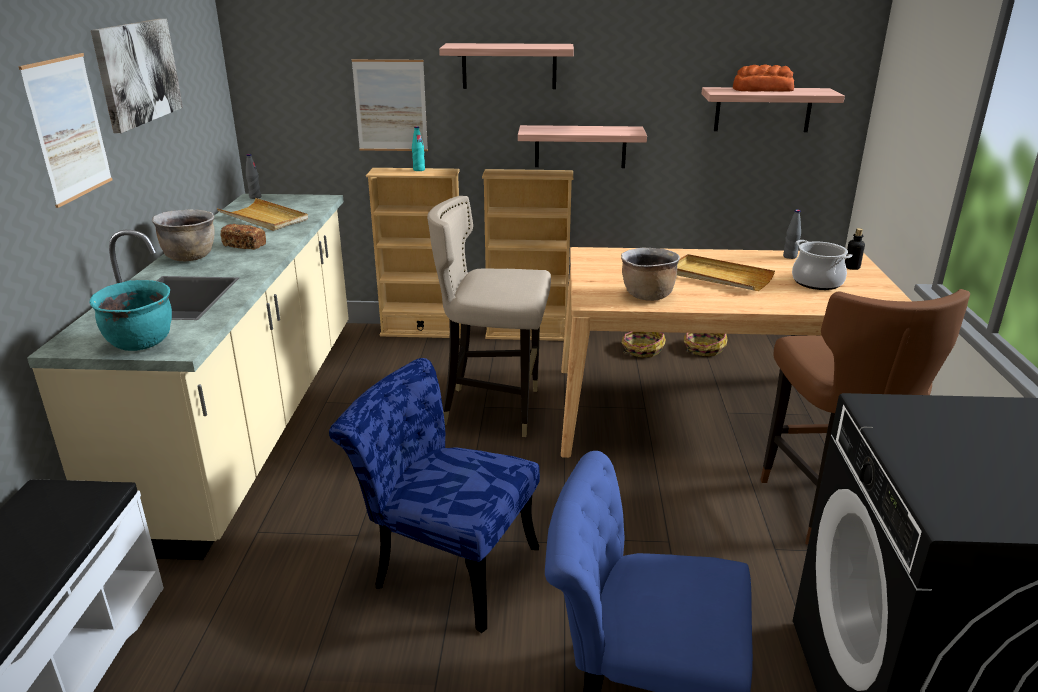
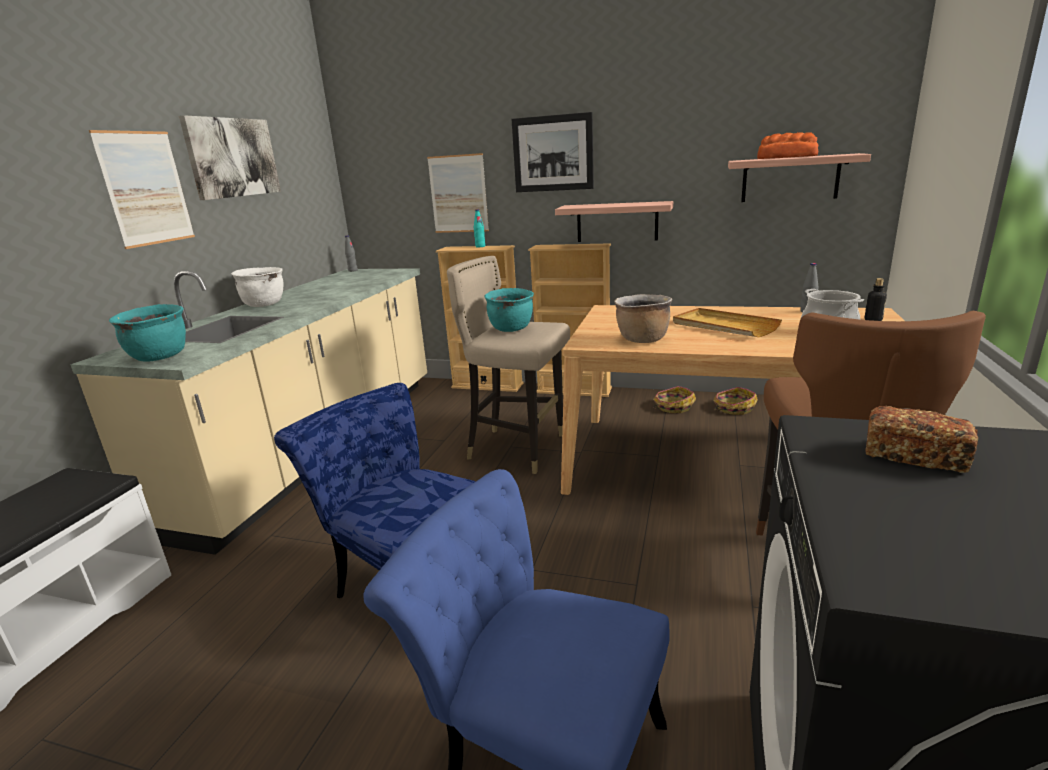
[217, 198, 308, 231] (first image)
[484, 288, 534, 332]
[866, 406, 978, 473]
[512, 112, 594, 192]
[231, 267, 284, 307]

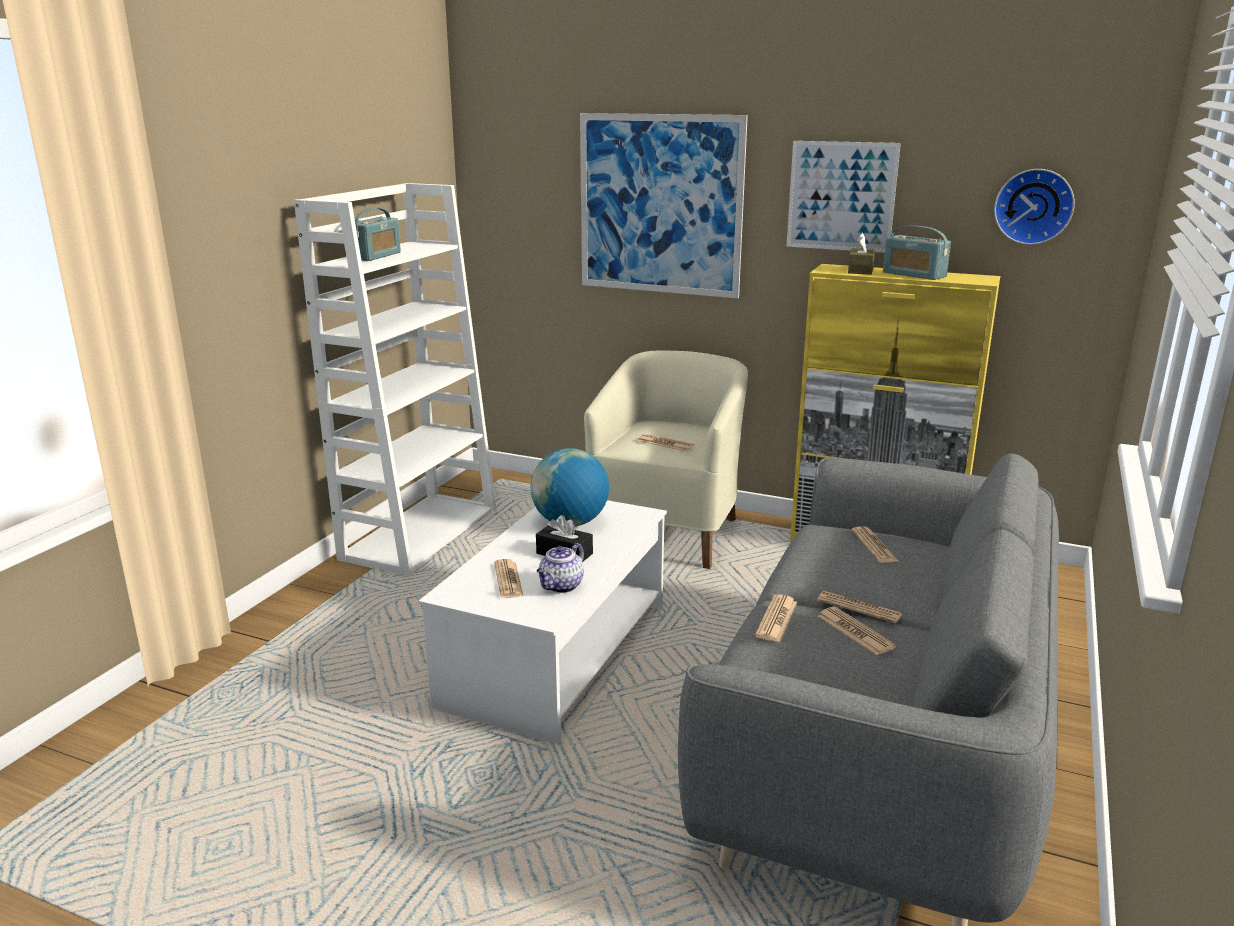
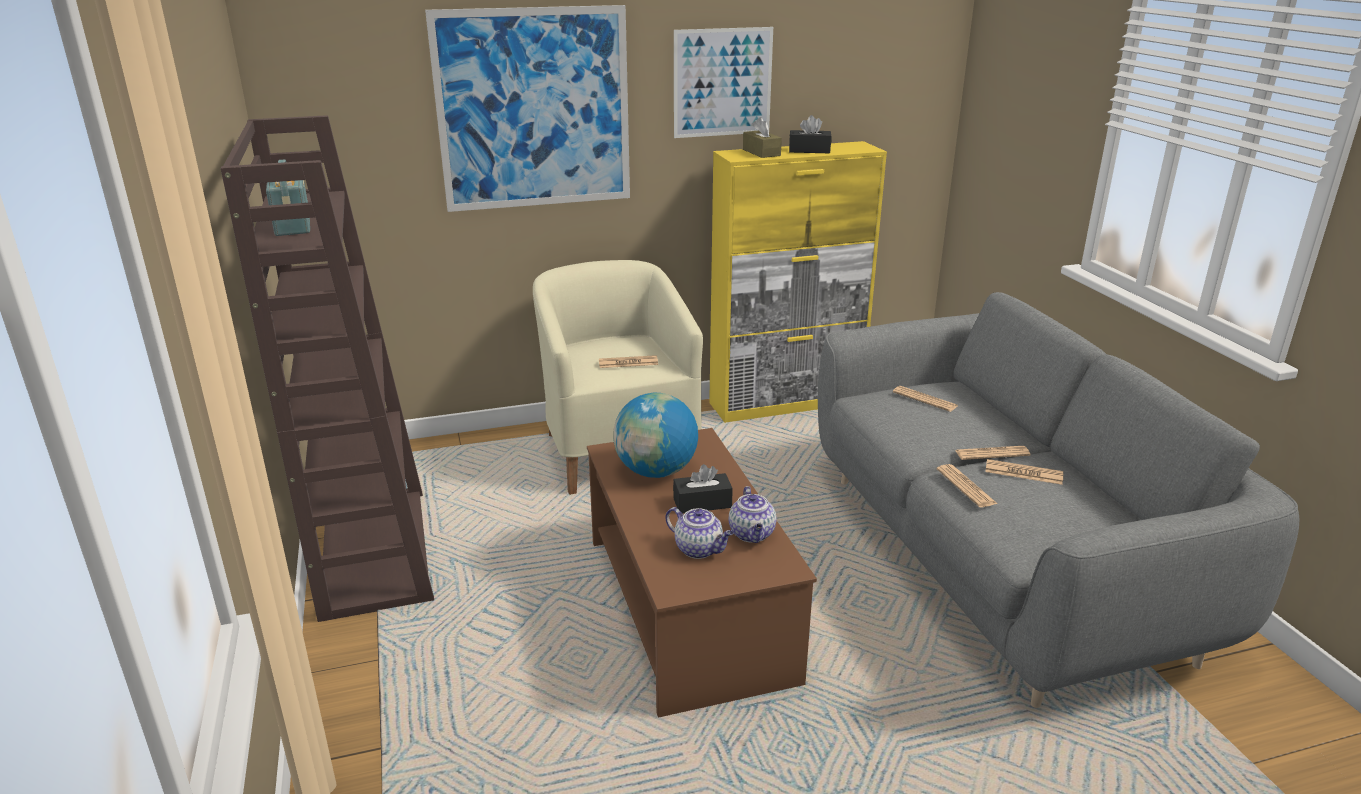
[994, 169, 1075, 245] (first image)
[666, 507, 734, 559]
[789, 115, 831, 153]
[221, 115, 434, 622]
[587, 428, 817, 718]

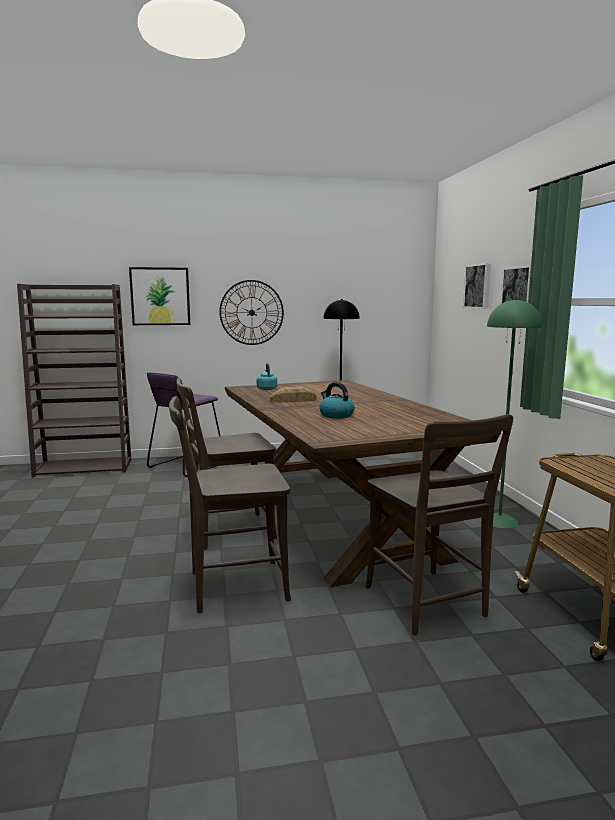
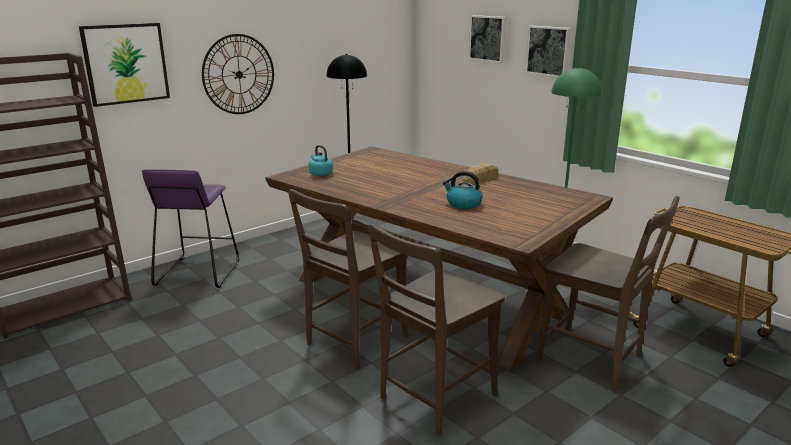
[463, 163, 498, 184]

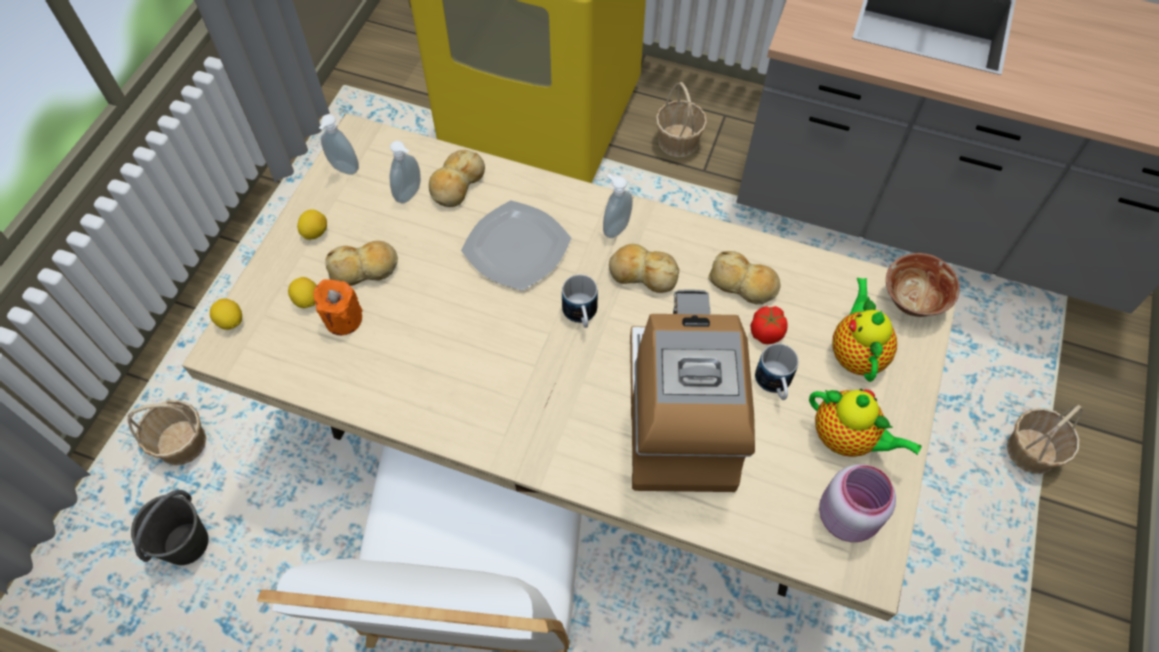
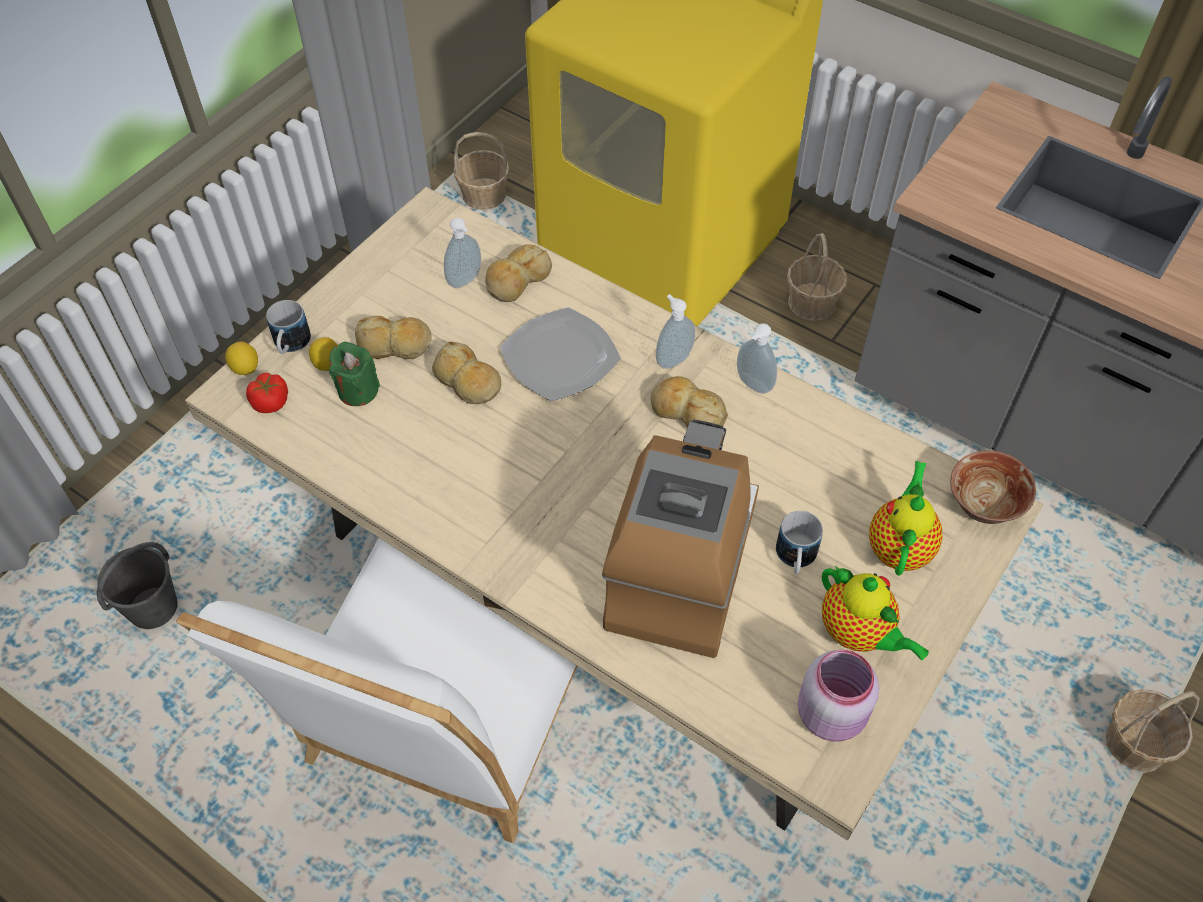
[297, 209, 327, 240] (first image)
[454, 132, 510, 210]
[737, 323, 777, 394]
[266, 300, 311, 354]
[432, 342, 501, 404]
[246, 373, 288, 413]
[329, 342, 380, 406]

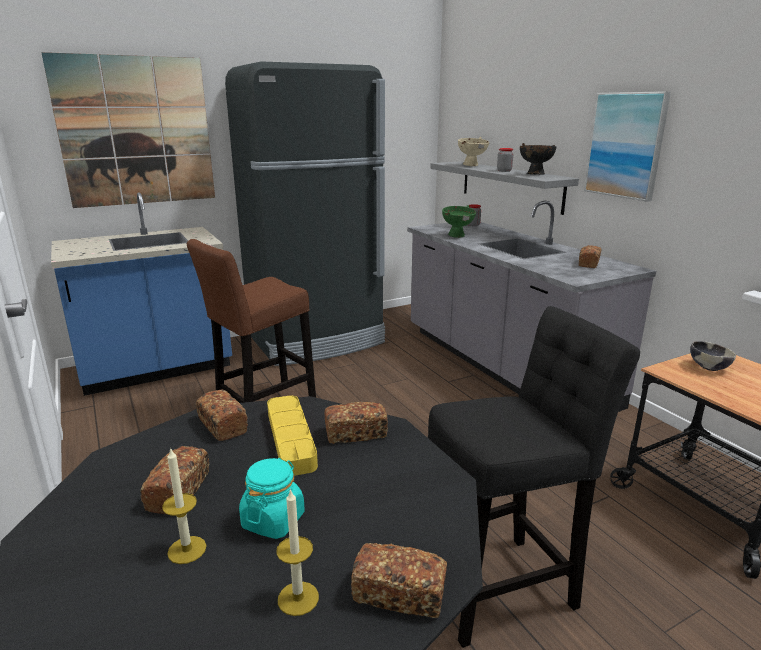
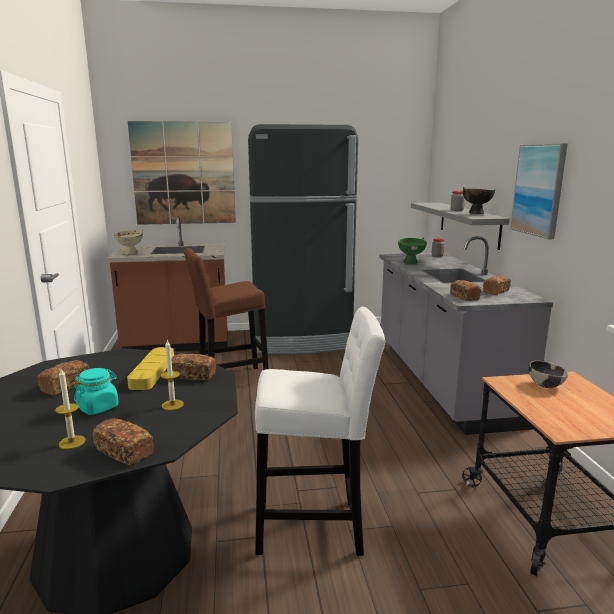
[161, 340, 184, 410]
[450, 280, 481, 301]
[114, 230, 143, 255]
[107, 216, 228, 352]
[255, 307, 385, 556]

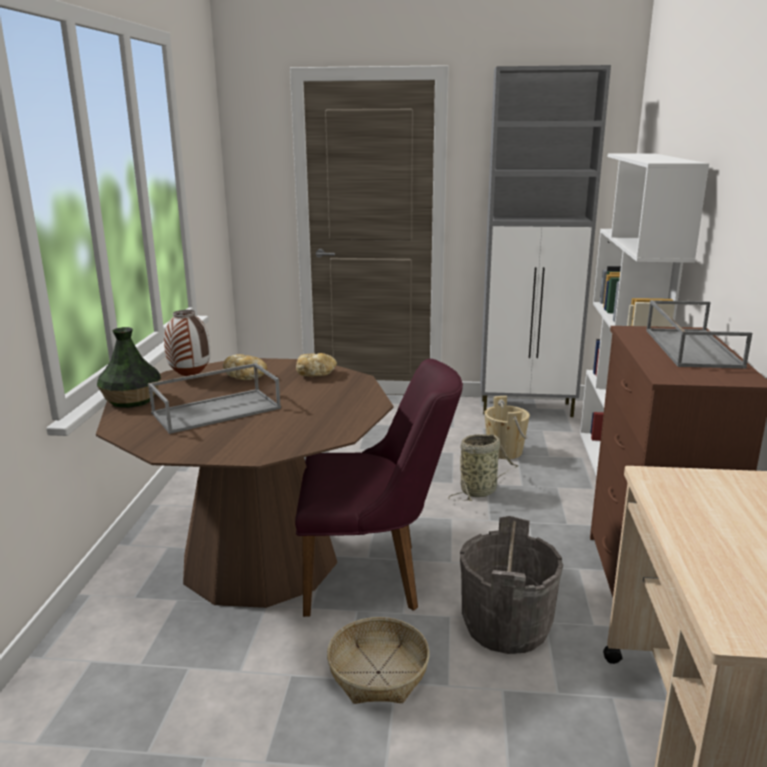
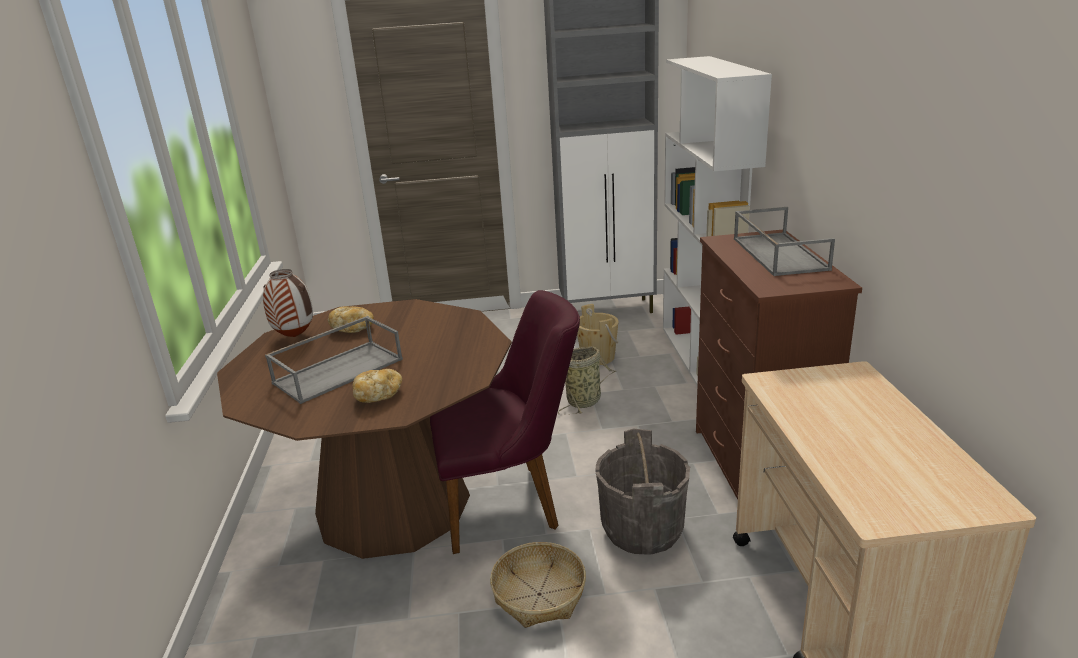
[97, 327, 161, 408] (first image)
[353, 369, 402, 403]

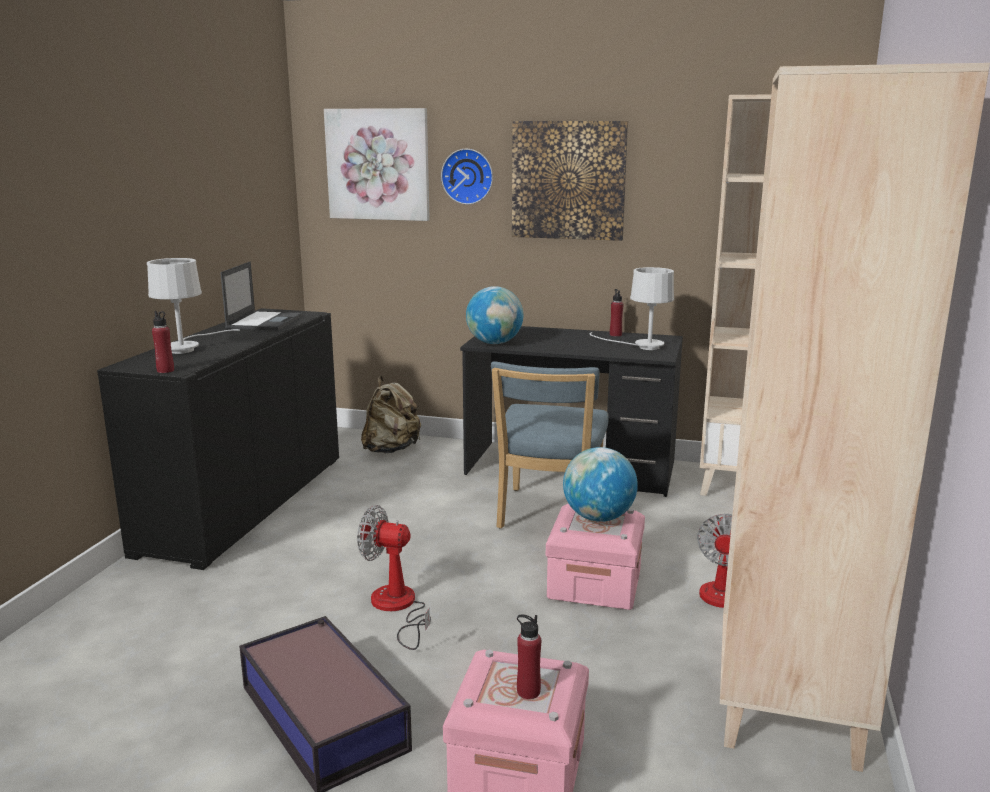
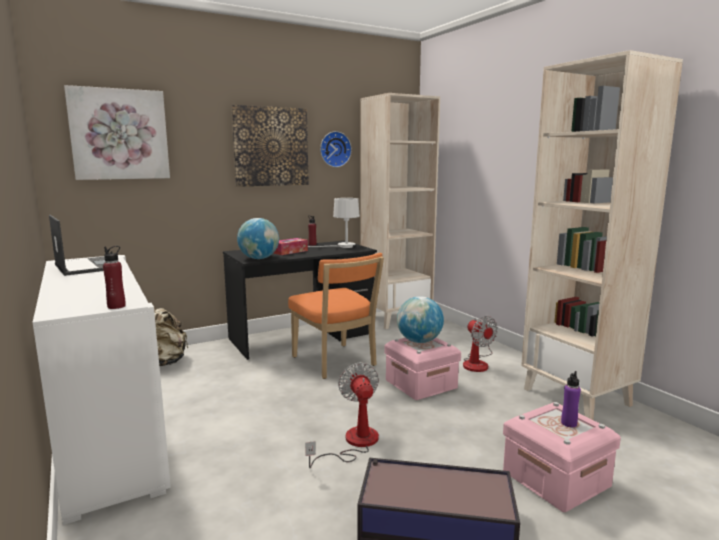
[147, 258, 240, 354] (first image)
[273, 238, 308, 255]
[320, 131, 352, 167]
[32, 255, 171, 525]
[288, 253, 384, 379]
[561, 371, 581, 427]
[305, 362, 379, 468]

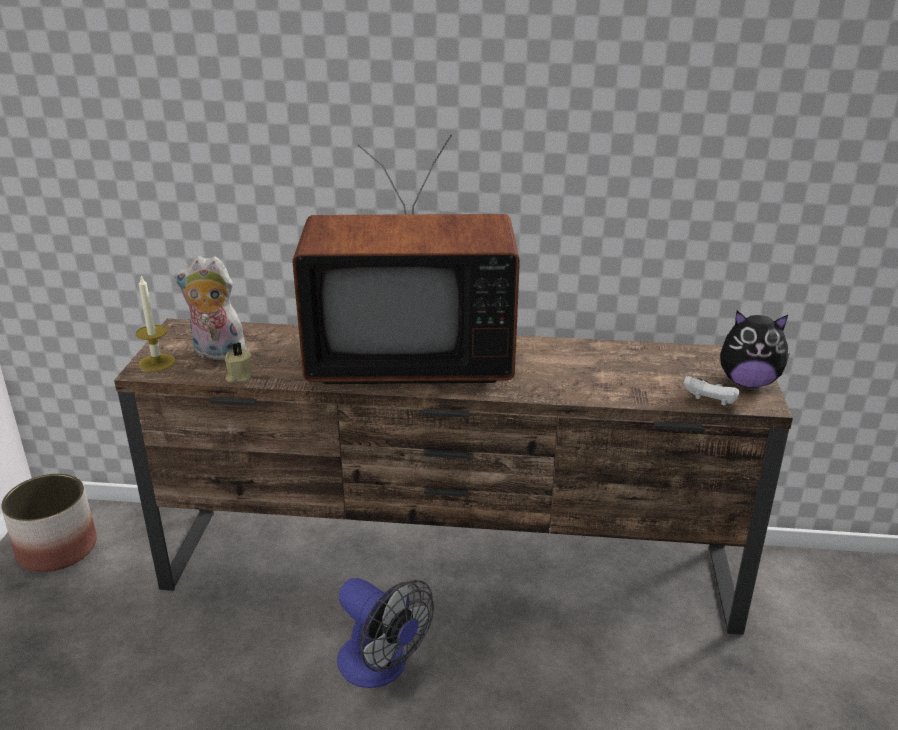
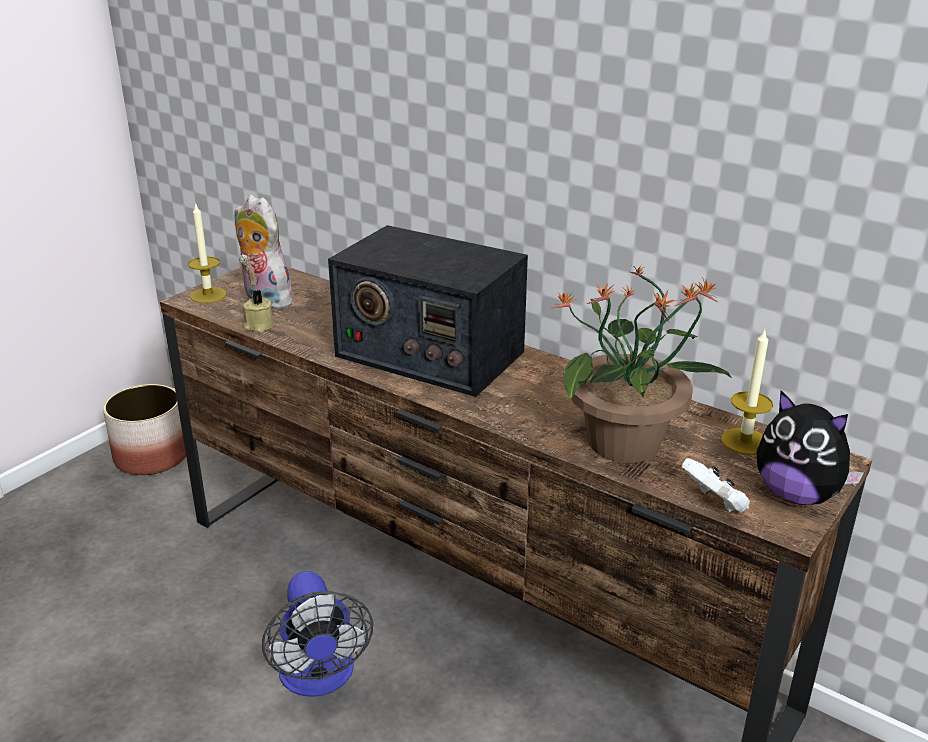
[551, 266, 732, 463]
[721, 329, 773, 455]
[328, 225, 528, 397]

